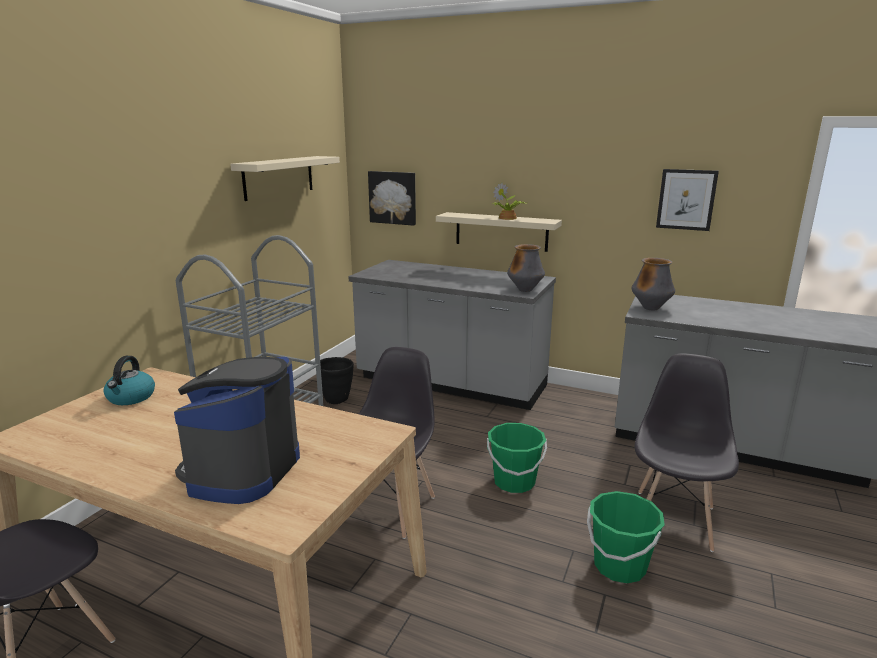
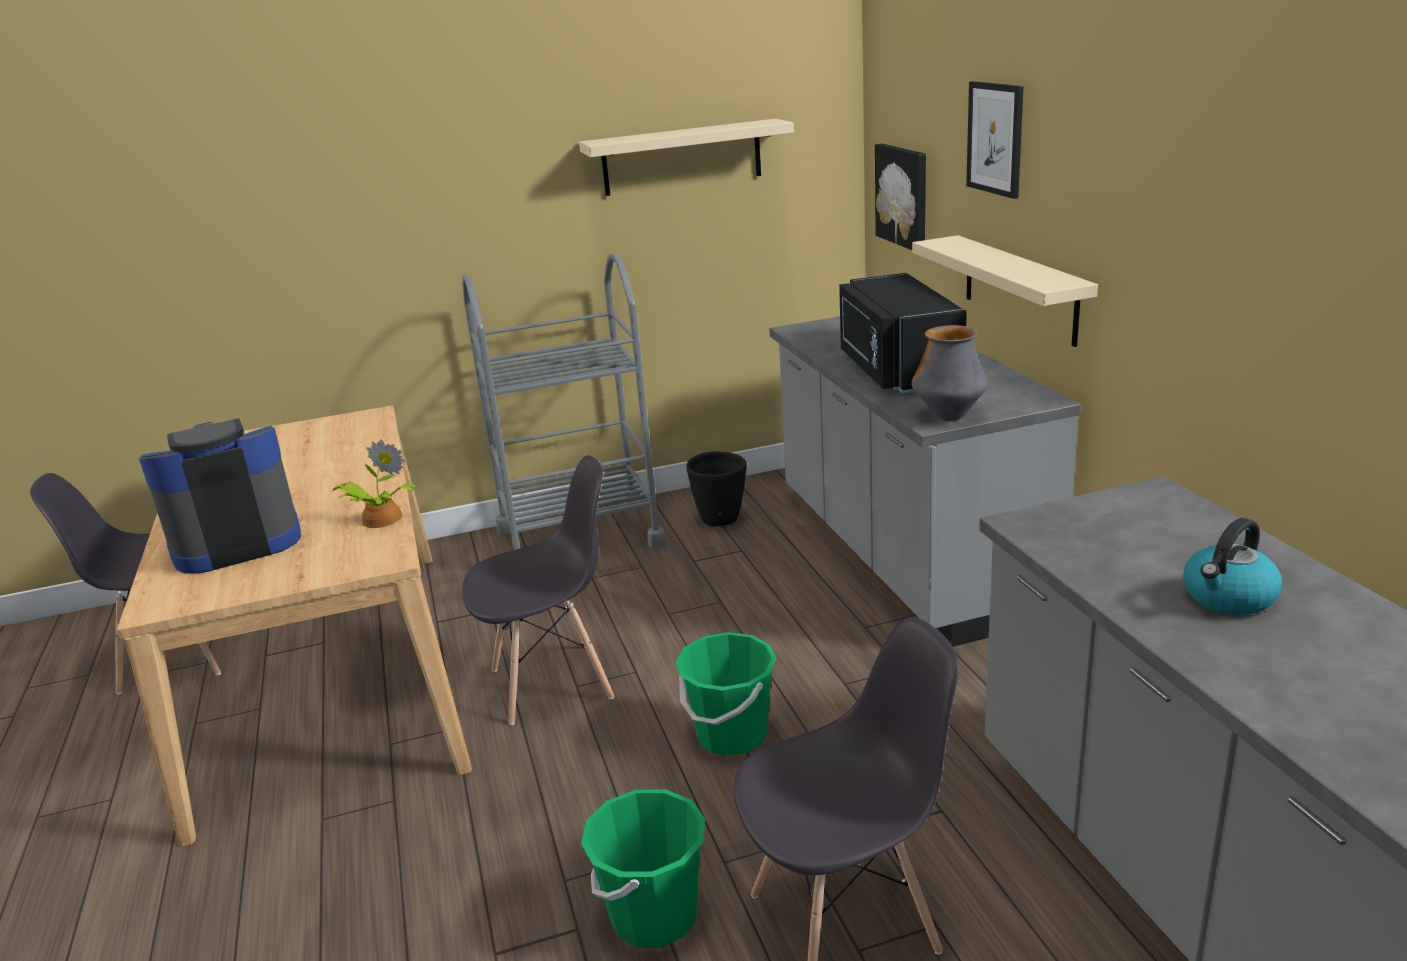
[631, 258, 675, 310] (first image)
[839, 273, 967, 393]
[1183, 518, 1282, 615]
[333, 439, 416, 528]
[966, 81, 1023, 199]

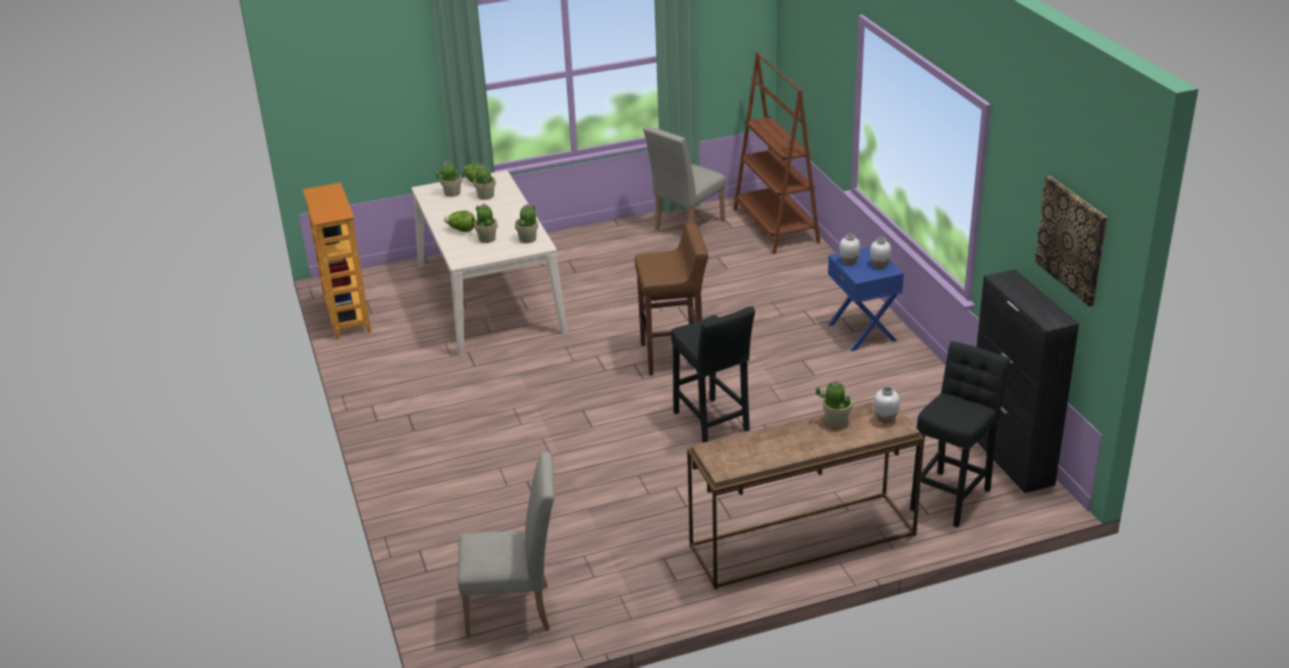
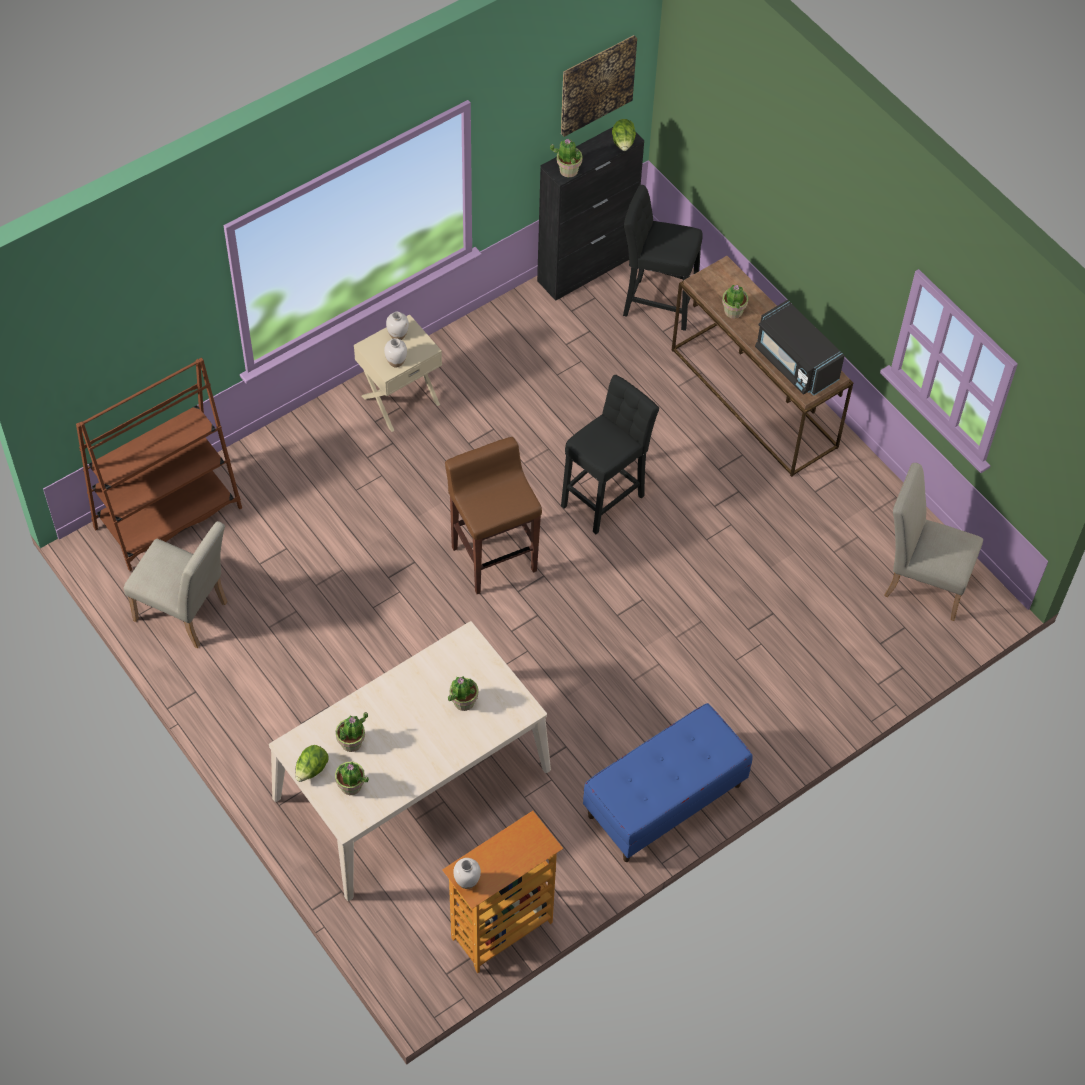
[583, 703, 753, 862]
[755, 300, 845, 396]
[612, 119, 636, 151]
[550, 139, 582, 177]
[453, 858, 481, 889]
[354, 314, 442, 432]
[884, 463, 983, 621]

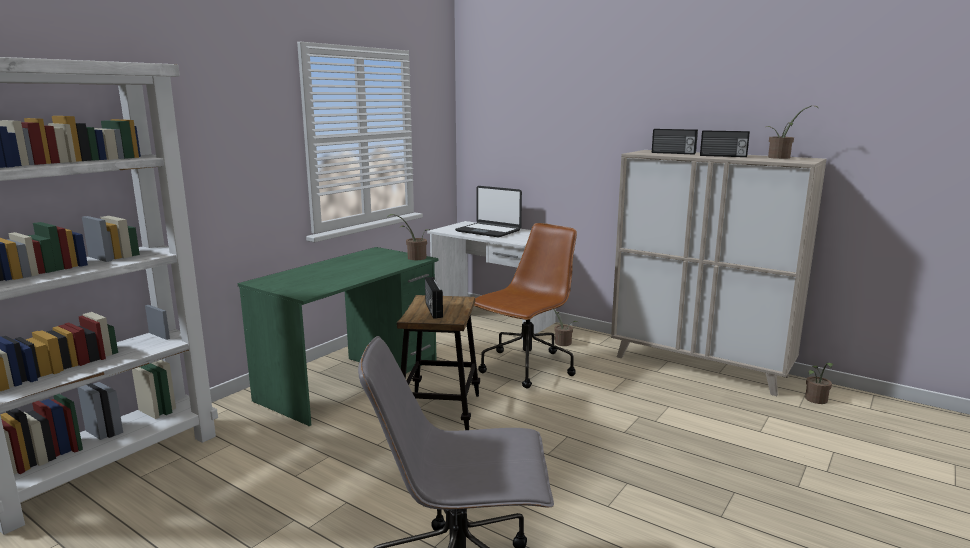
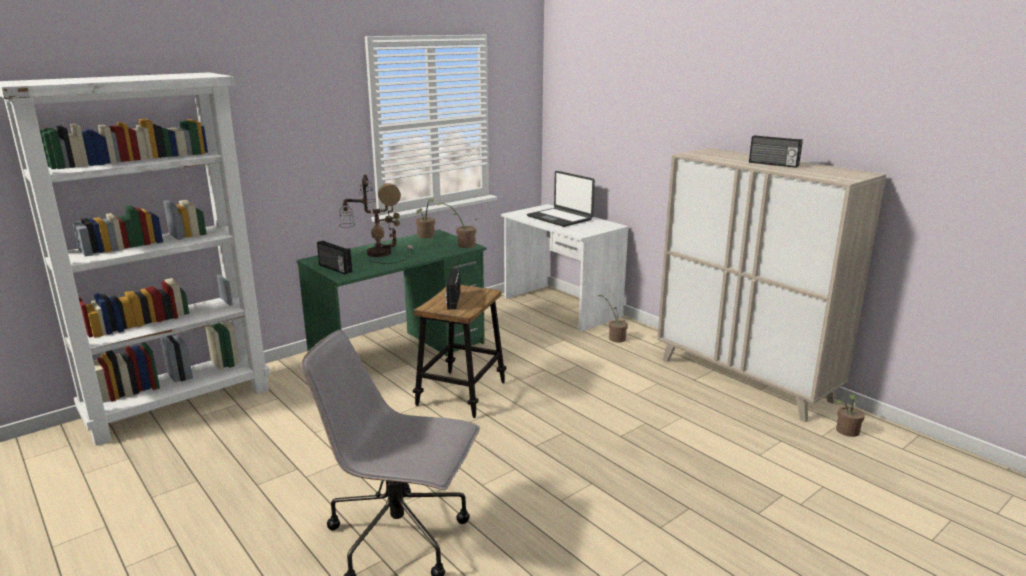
[474, 223, 577, 388] (first image)
[339, 175, 413, 264]
[317, 240, 352, 274]
[416, 199, 435, 238]

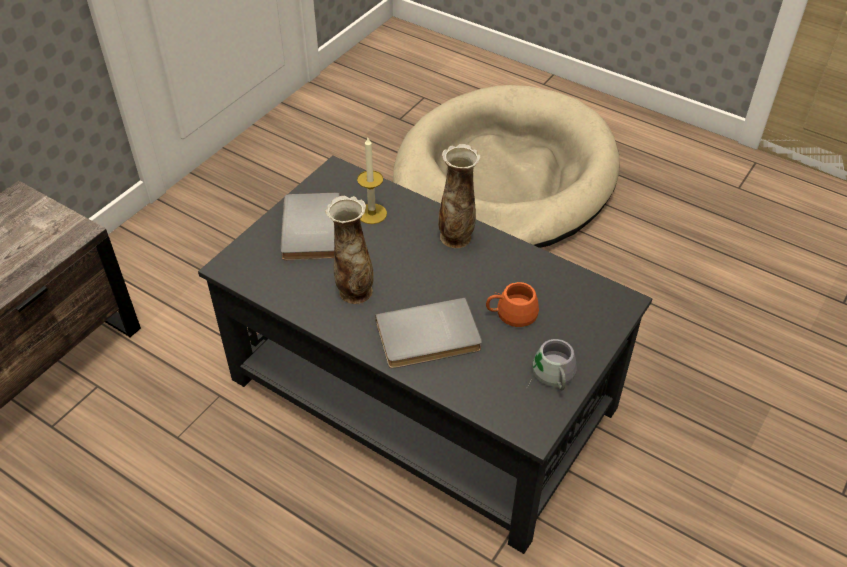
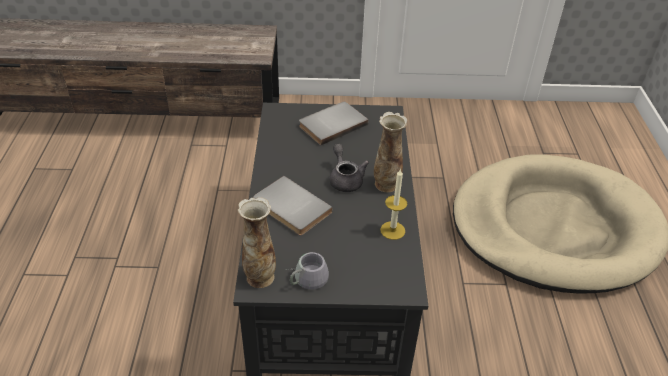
[486, 282, 539, 327] (first image)
[330, 144, 369, 192]
[238, 197, 276, 288]
[380, 168, 407, 240]

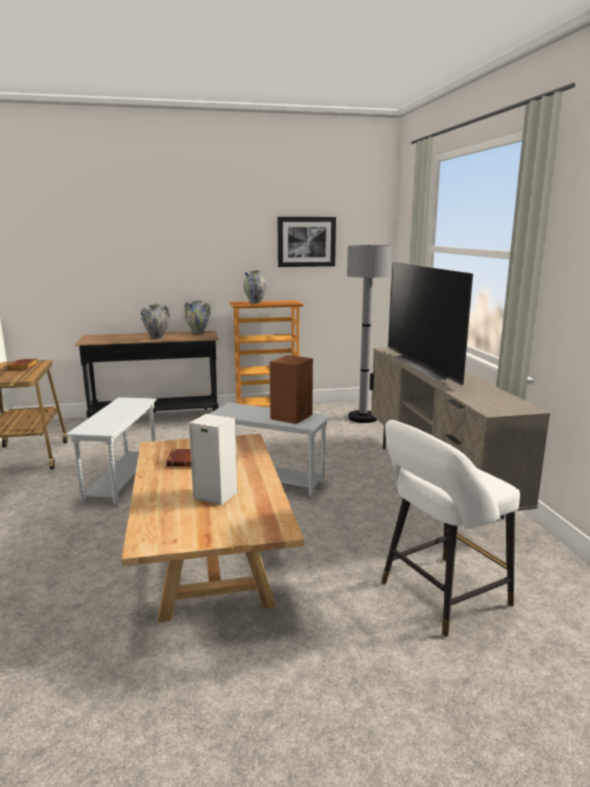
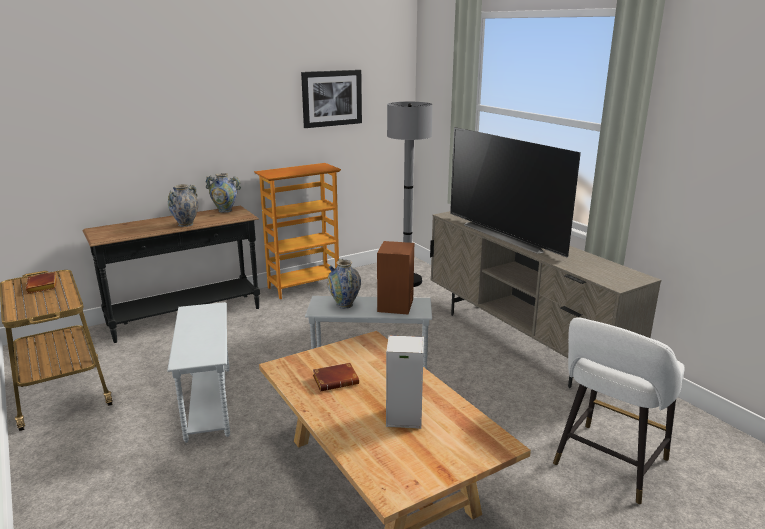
[327, 259, 361, 309]

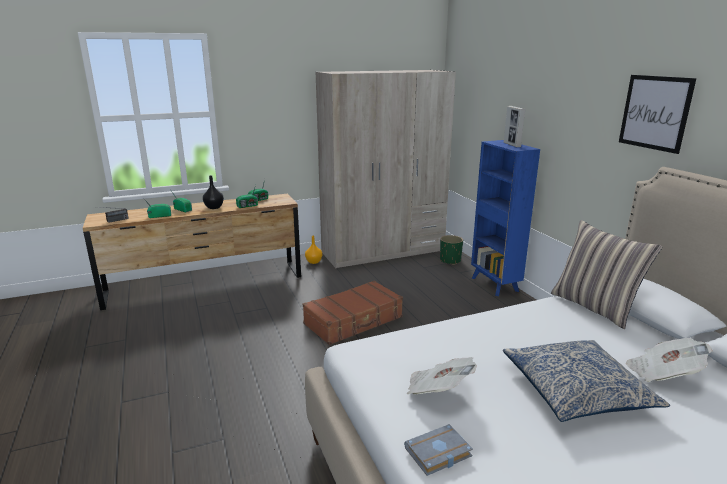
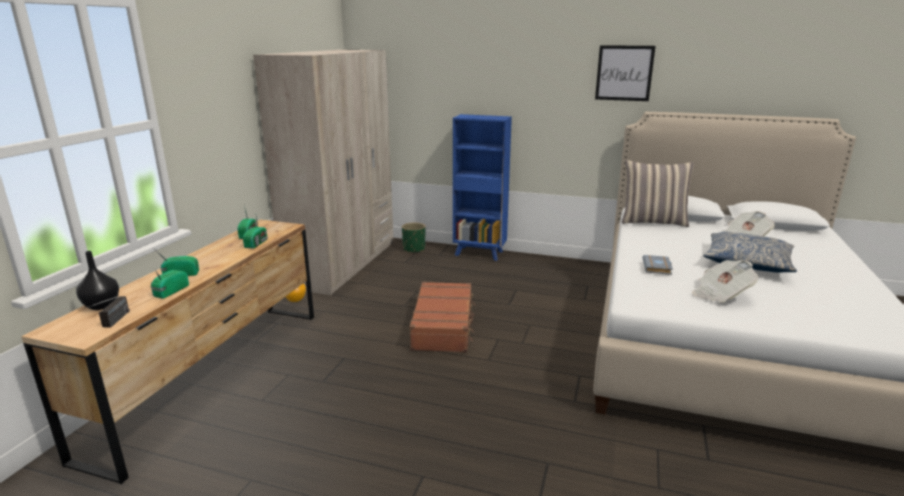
[504, 106, 525, 147] (first image)
[76, 251, 119, 310]
[642, 255, 673, 275]

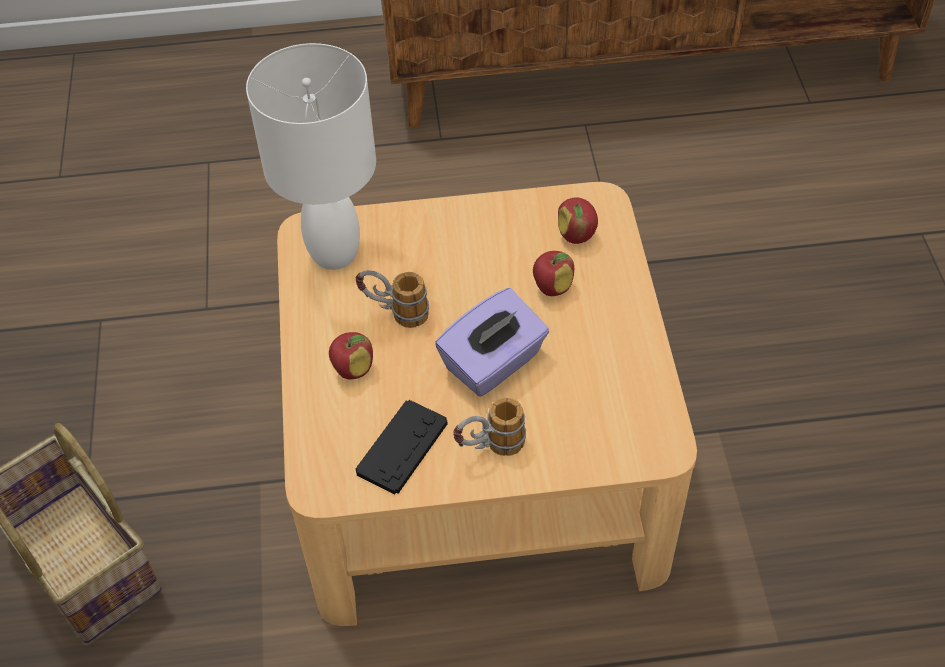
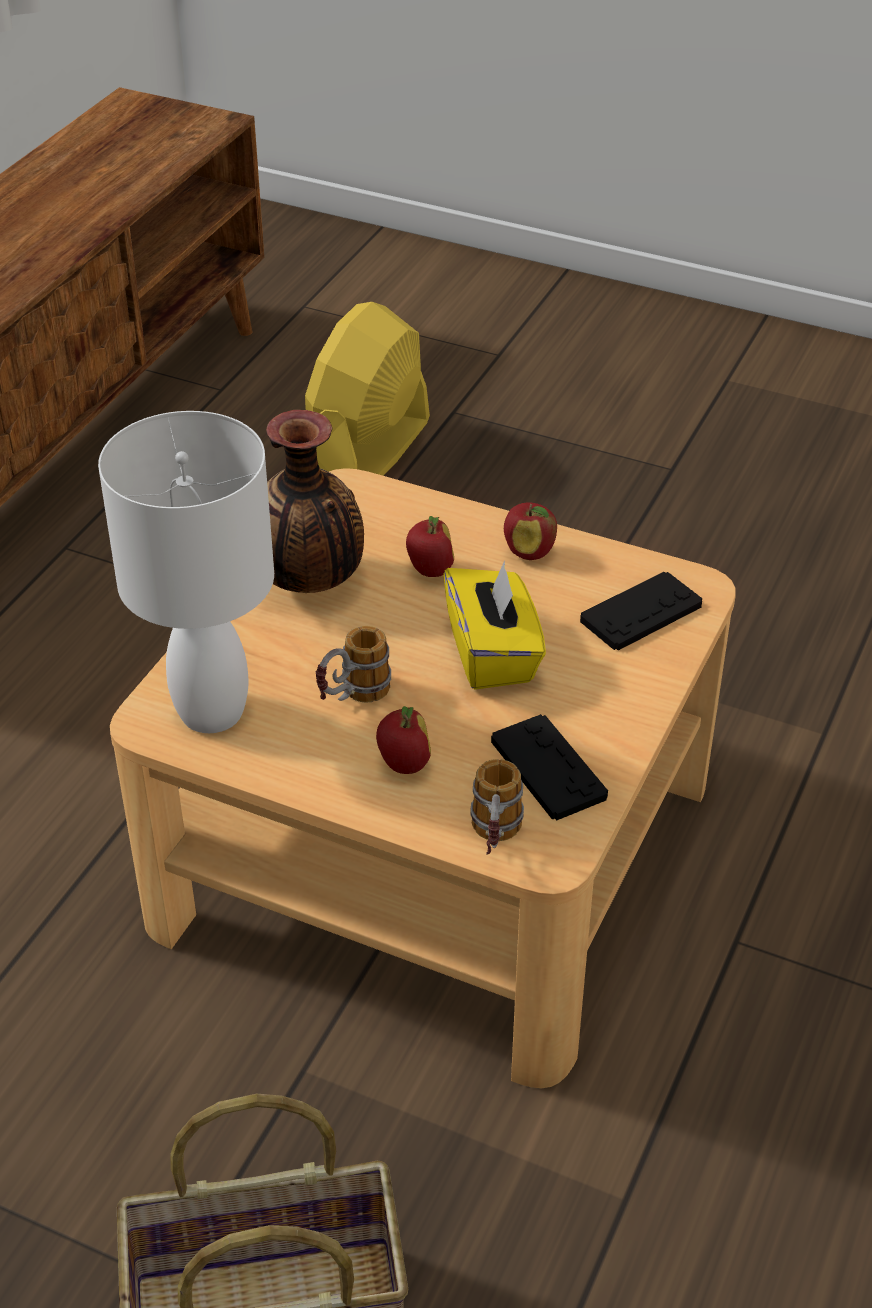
[266, 410, 364, 593]
[305, 302, 430, 476]
[580, 572, 702, 650]
[470, 759, 524, 855]
[504, 502, 557, 560]
[443, 561, 546, 690]

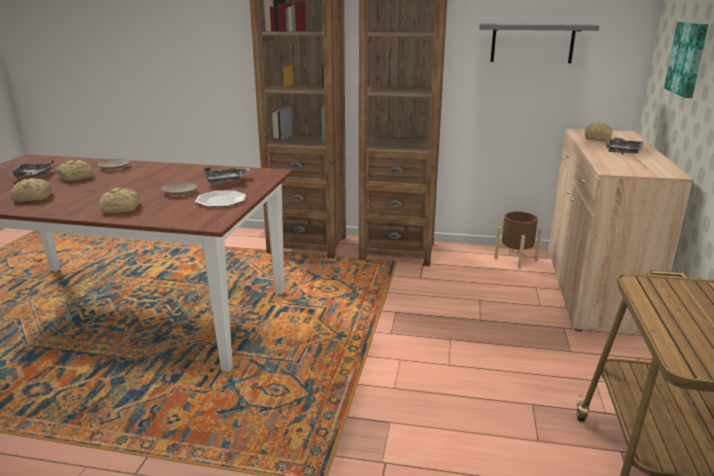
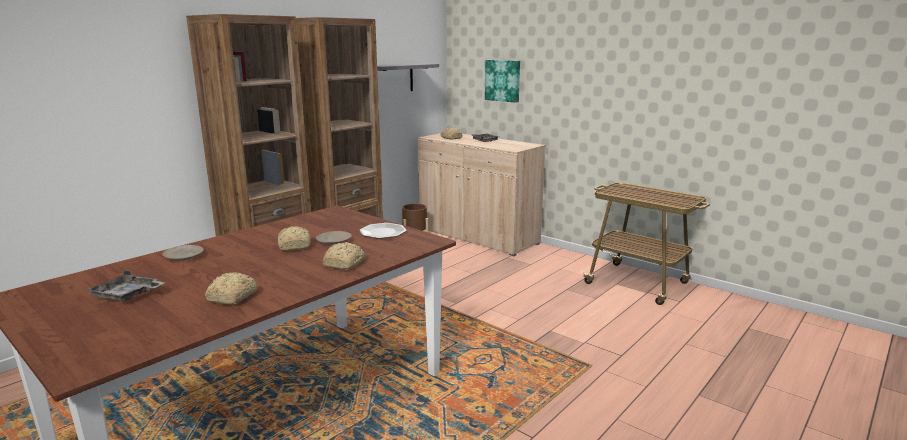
[204, 167, 250, 184] (first image)
[278, 226, 310, 251]

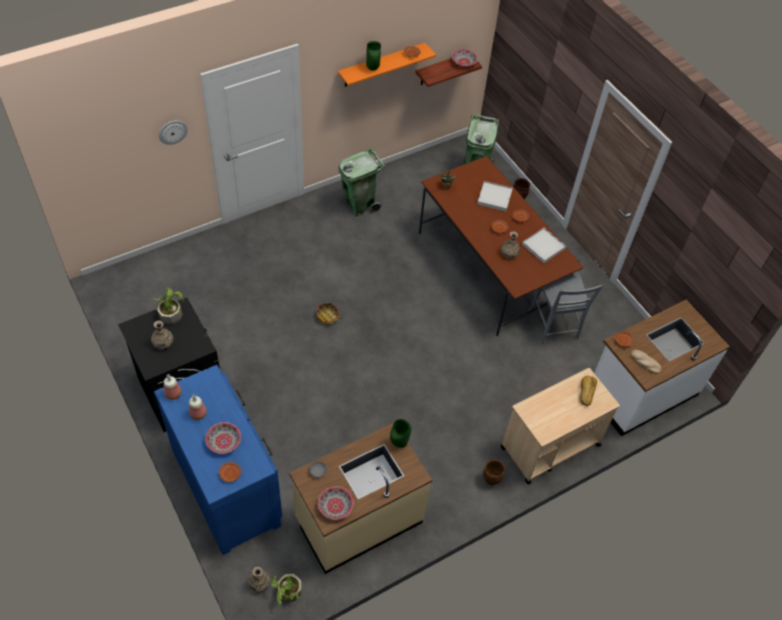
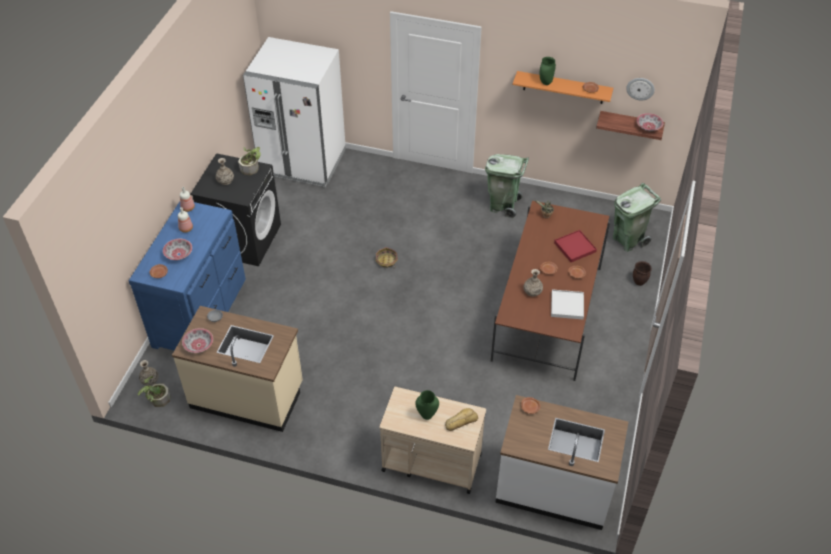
[483, 459, 505, 485] (first image)
[529, 271, 603, 344] (first image)
[631, 350, 662, 374] (first image)
[243, 37, 346, 187]
[626, 78, 655, 100]
[415, 390, 439, 420]
[554, 230, 597, 262]

